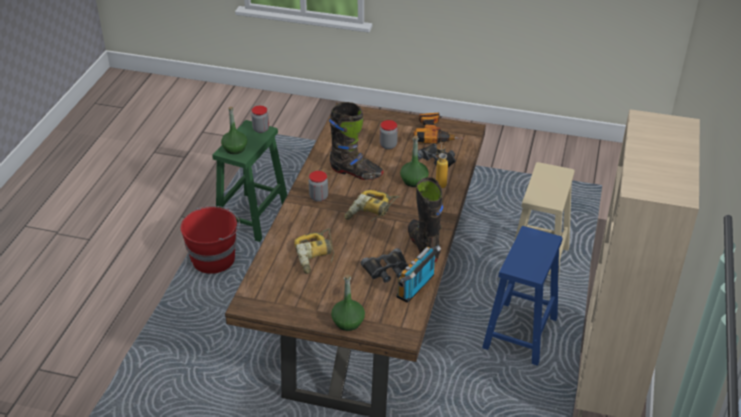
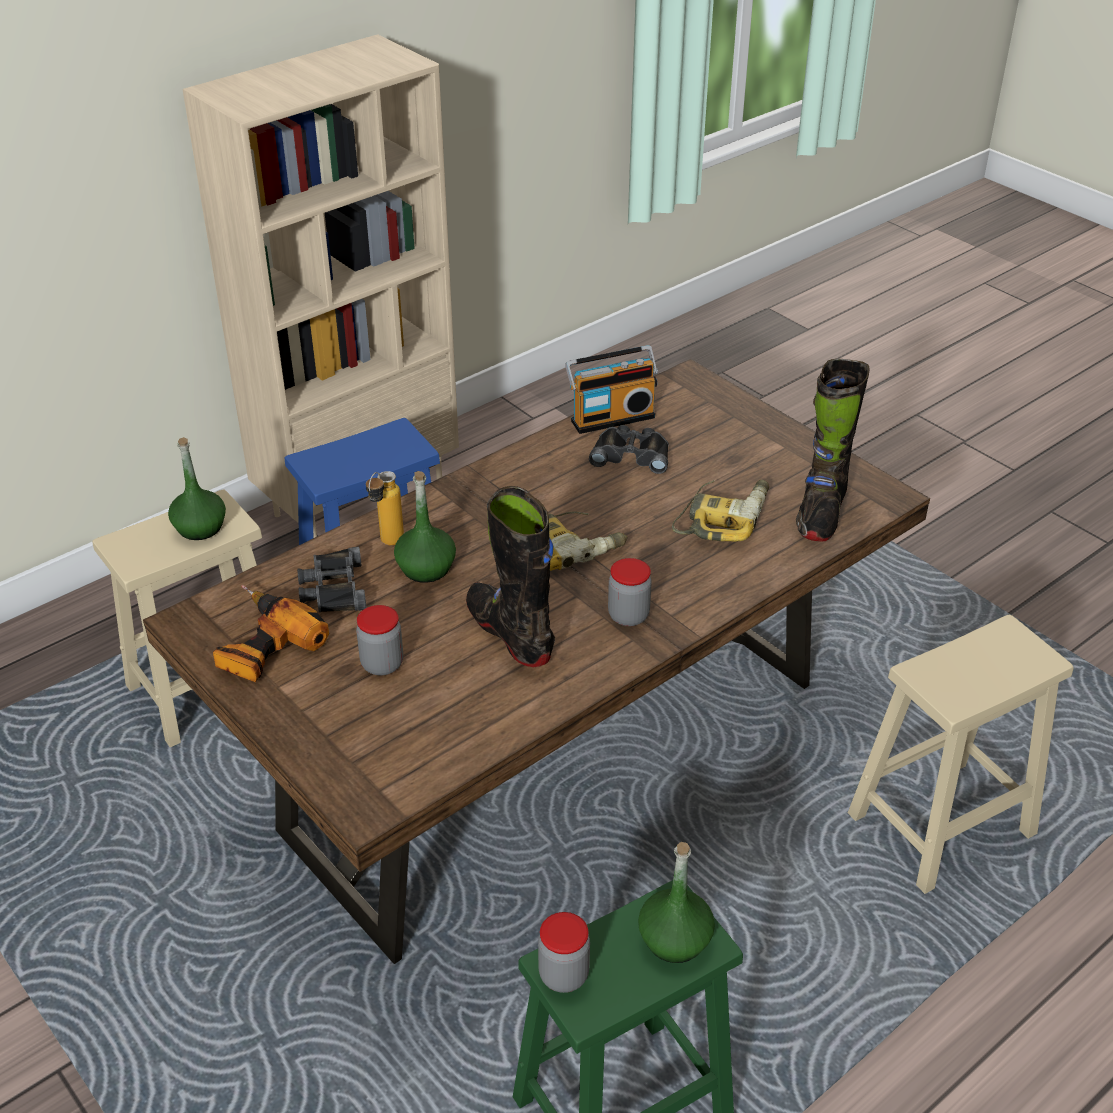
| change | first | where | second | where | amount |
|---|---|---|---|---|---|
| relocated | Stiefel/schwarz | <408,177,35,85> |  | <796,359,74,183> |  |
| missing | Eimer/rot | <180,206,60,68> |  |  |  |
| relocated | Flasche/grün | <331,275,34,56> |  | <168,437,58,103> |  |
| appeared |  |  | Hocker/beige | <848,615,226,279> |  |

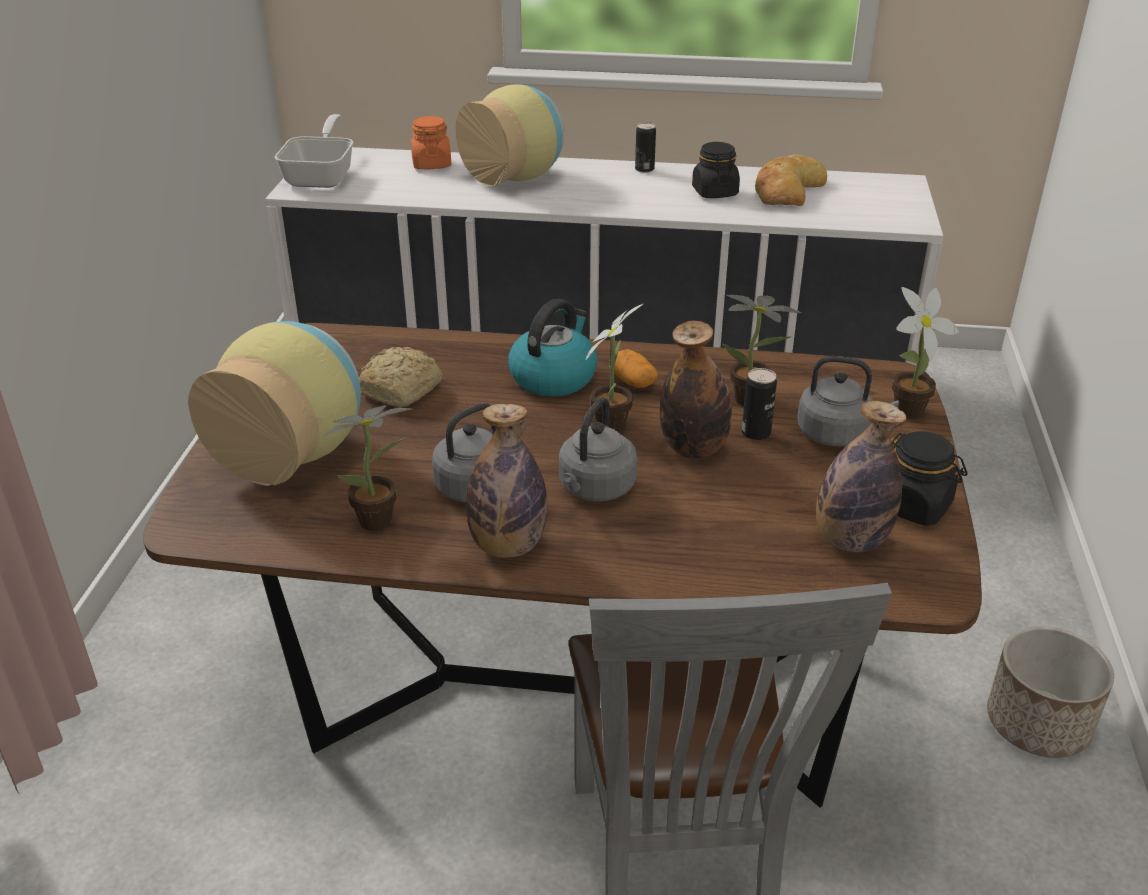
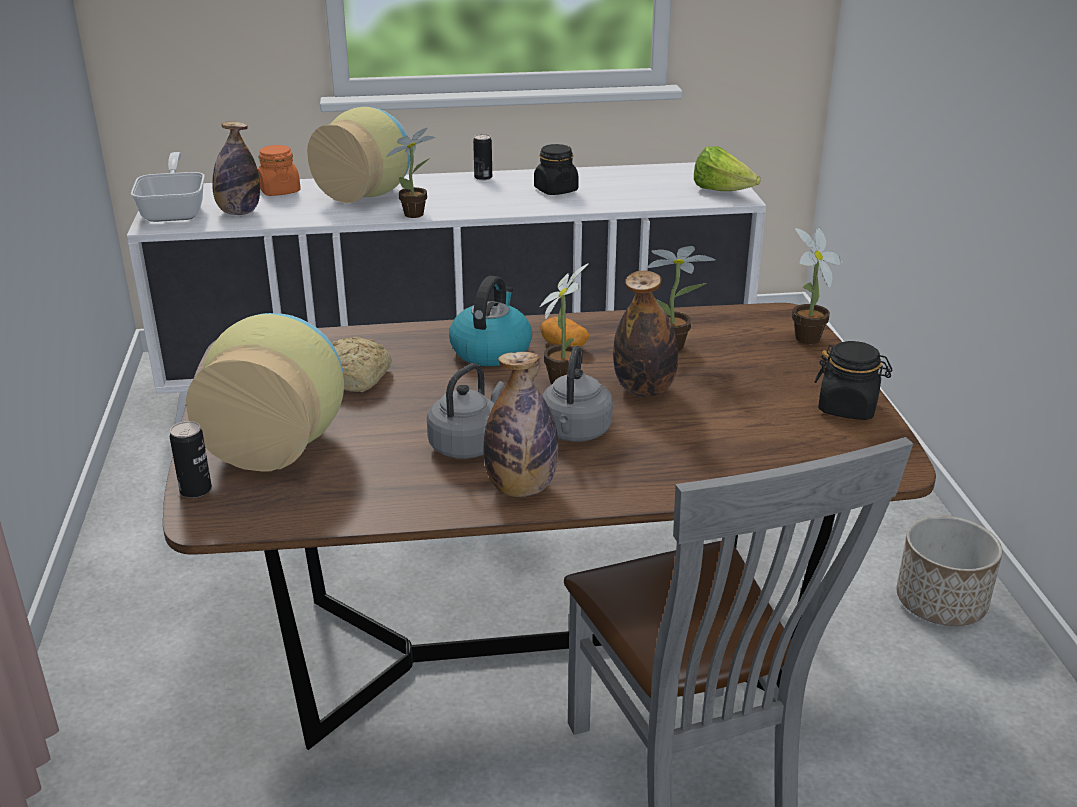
| change | first | where | second | where | amount |
|---|---|---|---|---|---|
| missing | Brot | <755,154,72,52> |  |  |  |
| missing | Wasserkessel/grau | <797,356,102,91> |  |  |  |
| relocated | Dose | <741,368,36,72> |  | <169,421,43,77> |  |
| relocated | Flasche | <816,401,91,152> |  | <212,122,48,93> |  |
| relocated | Topfpflanze | <324,405,88,126> |  | <386,128,49,90> |  |
| appeared |  |  | Salatkopf | <694,146,67,45> |  |

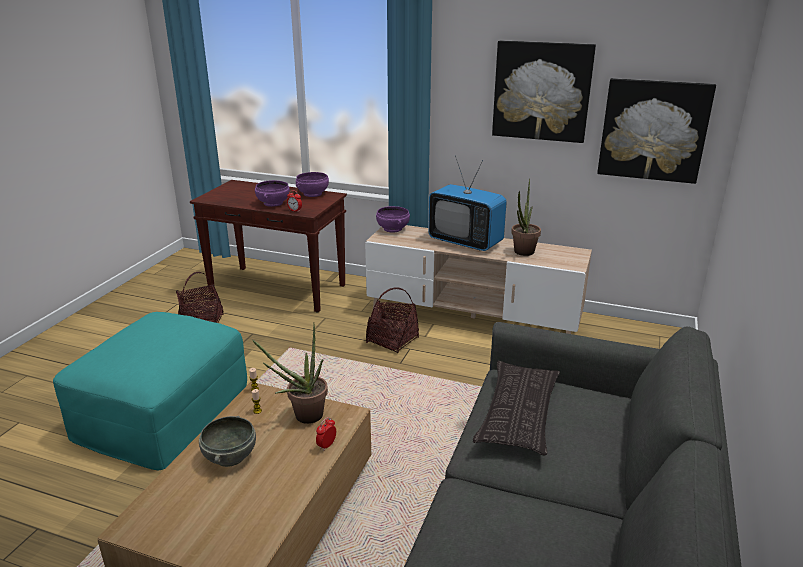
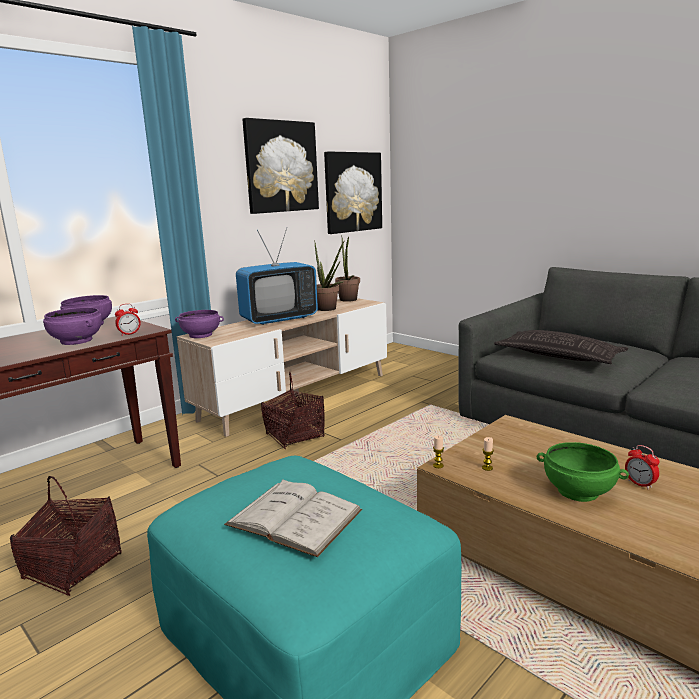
| change | first | where | second | where | amount |
|---|---|---|---|---|---|
| relocated | Topfpflanze | <252,323,76,101> |  | <335,235,25,67> |  |
| colour | Schüssel/grau | <199,416,57,51> | Schüssel/grün | <537,442,92,60> |  |
| relocated | Wecker | <316,417,20,34> |  | <625,445,34,44> |  |
| appeared |  |  | Buch/weiß | <224,479,138,78> |  |

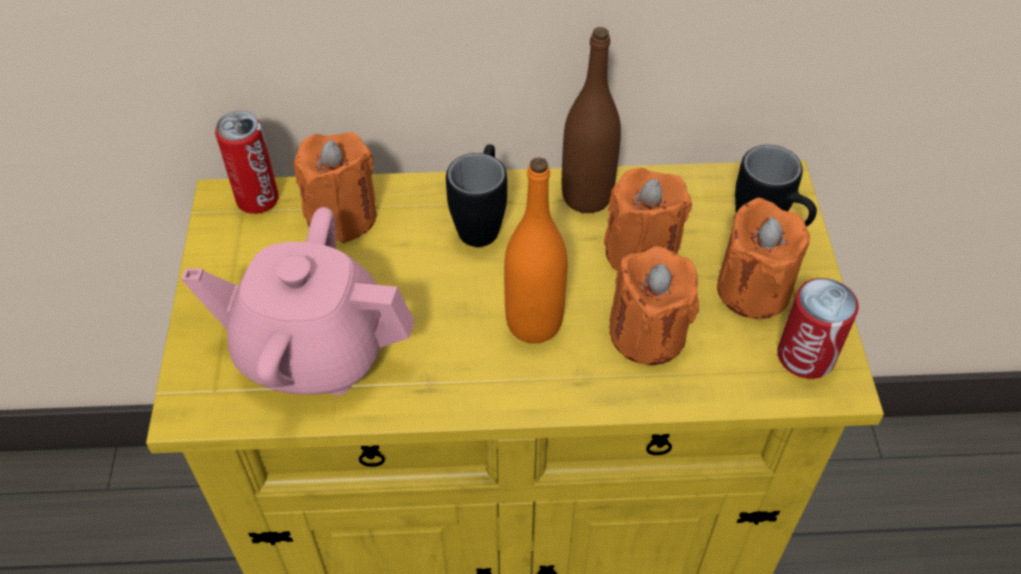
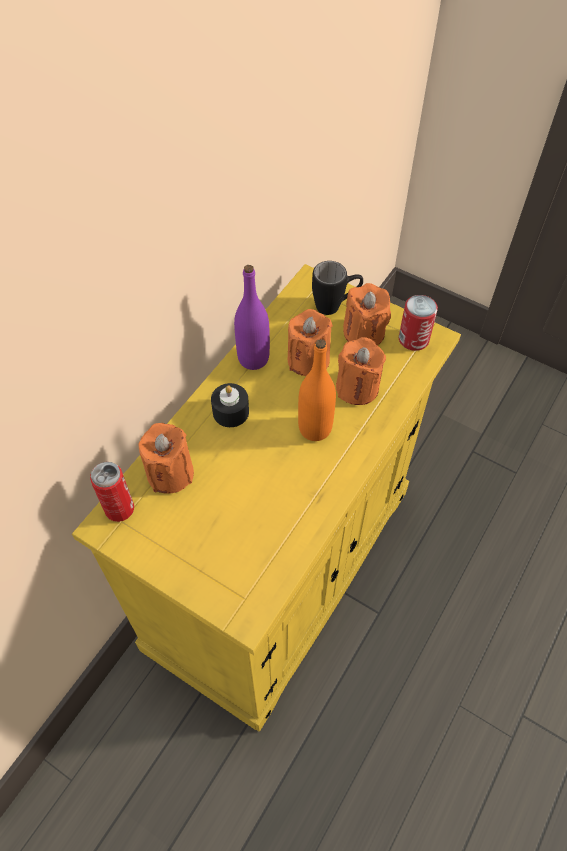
| change | first | where | second | where | amount |
|---|---|---|---|---|---|
| colour | Flasche/braun | <562,27,59,186> | Flasche/lila | <234,265,36,105> |  |
| exchanged | Henkelbecher/schwarz | <446,144,61,103> | Kerze/schwarz | <211,383,38,44> |  |
| missing | Teekanne/rosa | <182,207,233,188> |  |  |  |

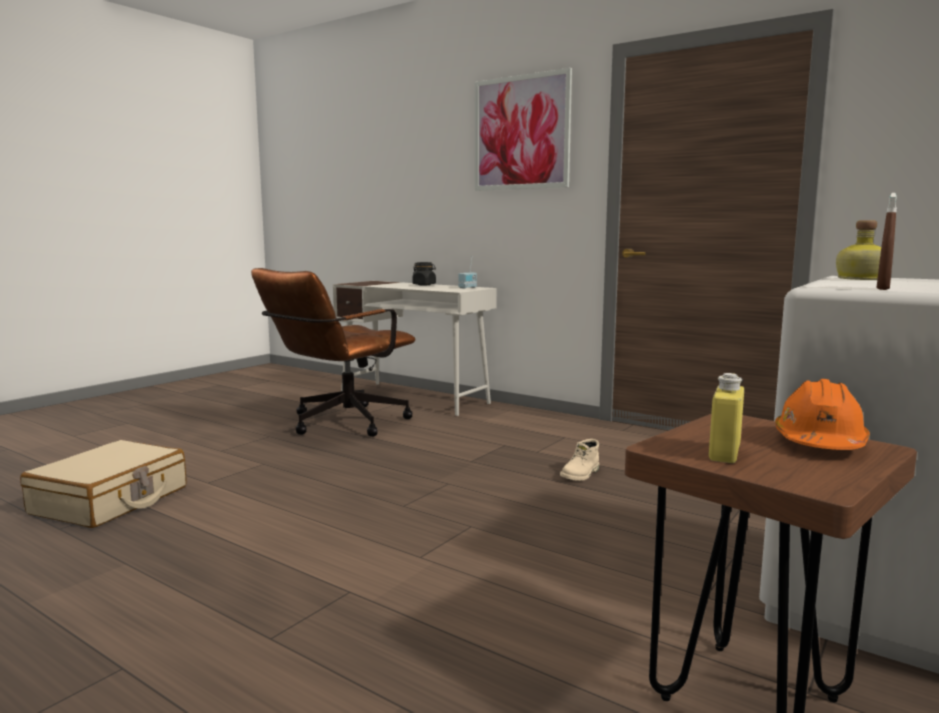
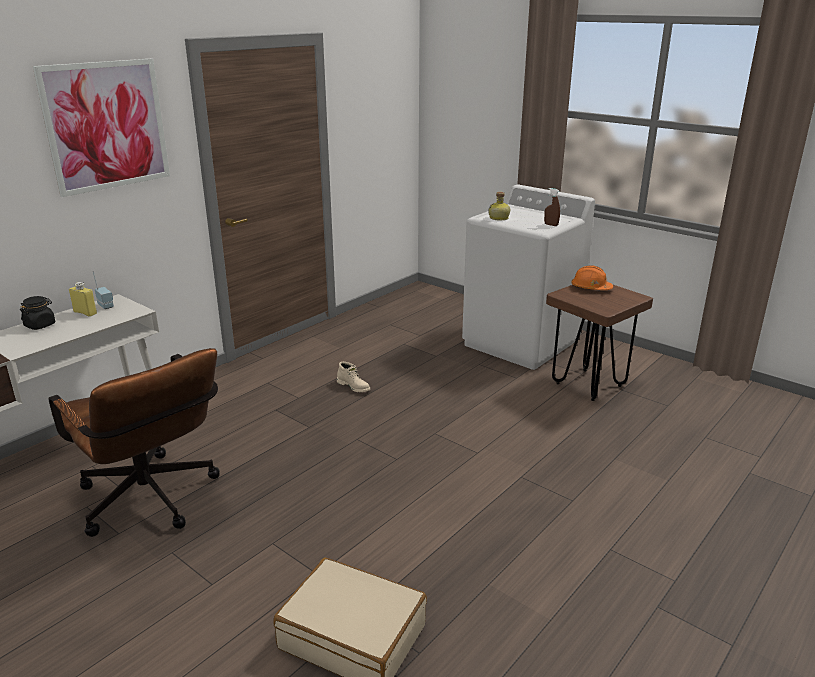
| change | first | where | second | where | amount |
|---|---|---|---|---|---|
| relocated | Flasche/gelb | <709,373,35,90> |  | <69,282,28,35> |  |

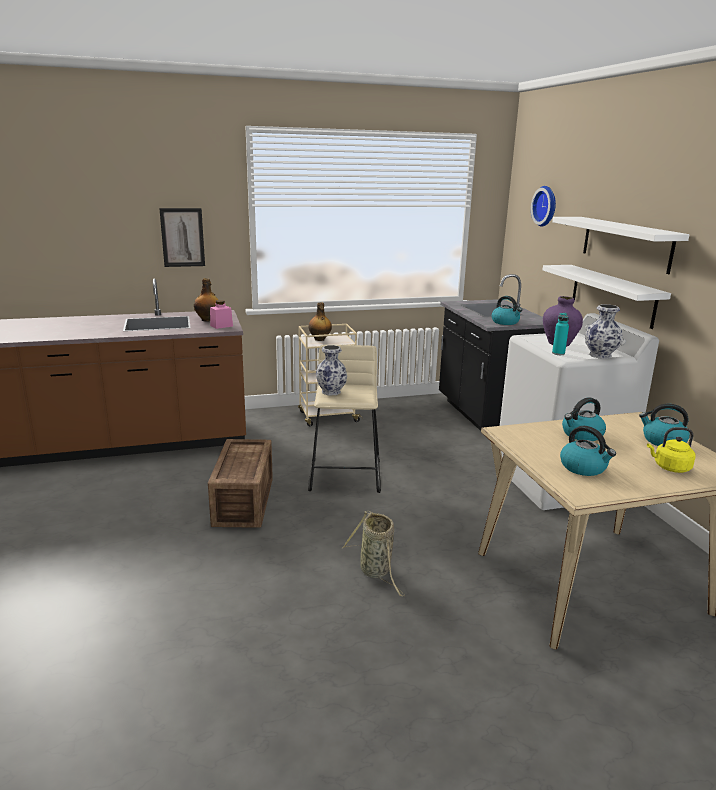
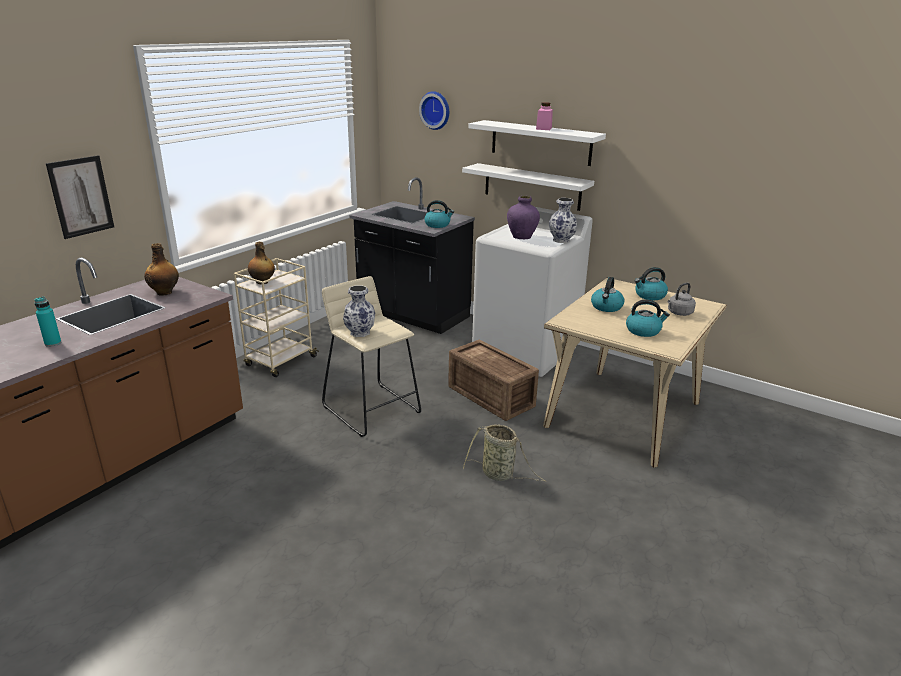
| change | first | where | second | where | amount |
|---|---|---|---|---|---|
| relocated | Vorratsglas/rosa | <210,300,23,29> |  | <536,102,17,28> |  |
| relocated | Flasche/türkis | <552,313,17,42> |  | <34,297,27,50> |  |
| colour | Wasserkessel/gelb | <647,427,49,46> | Wasserkessel/grau | <668,283,28,33> |  |
| relocated | Kiste | <208,439,65,89> |  | <448,340,91,81> |  |

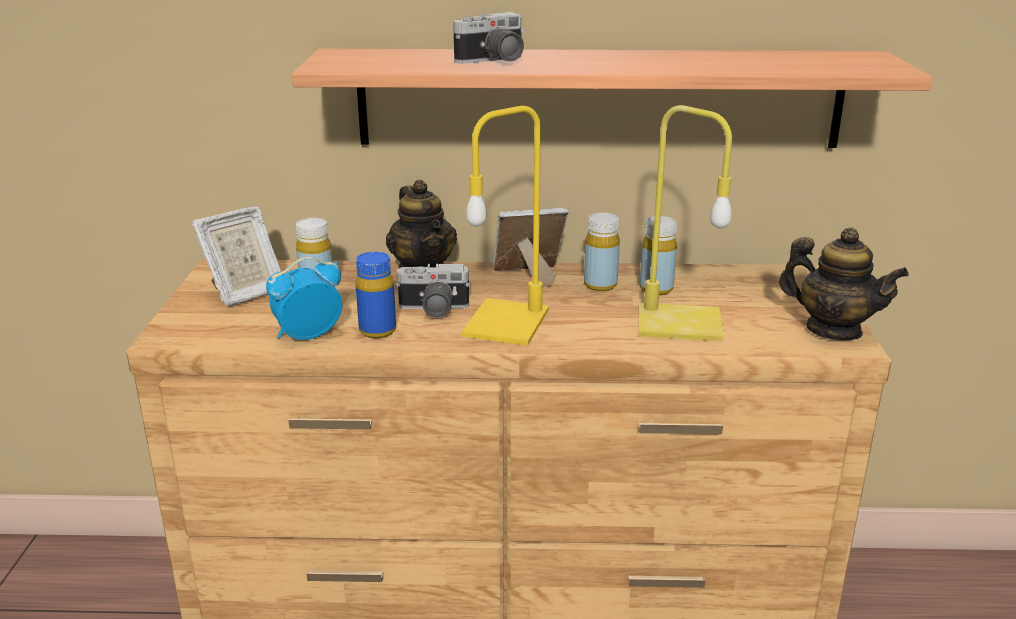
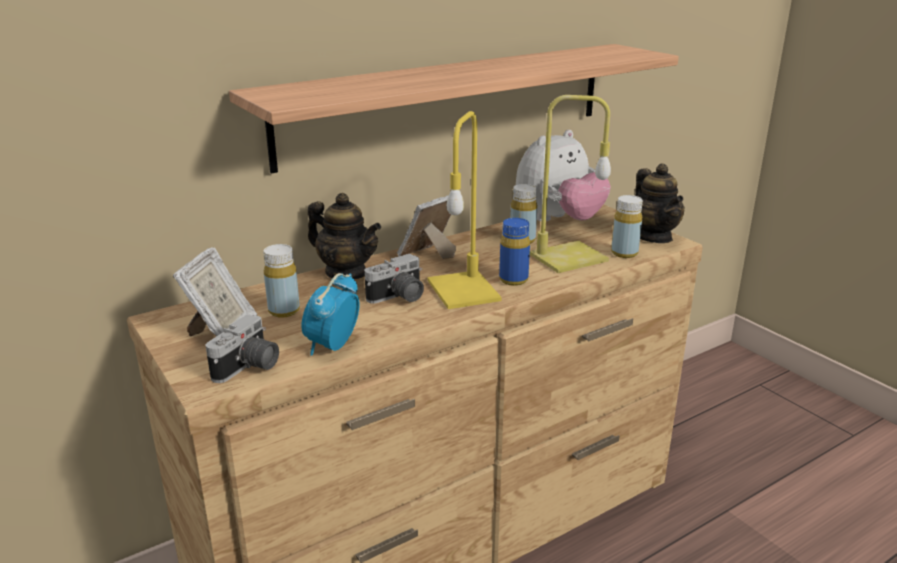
| change | first | where | second | where | amount |
|---|---|---|---|---|---|
| relocated | Kamera | <453,12,72,52> |  | <206,314,73,69> |  |
| relocated | Flasche/gelb | <584,213,36,78> |  | <611,195,32,63> |  |
| spun | Teekanne | <779,227,130,113> |  | <635,163,50,80> | 75 degrees clockwise |
| relocated | Flasche/blau | <355,252,41,86> |  | <499,218,31,68> |  |
| appeared |  |  | Plüschtier | <516,130,95,91> |  |

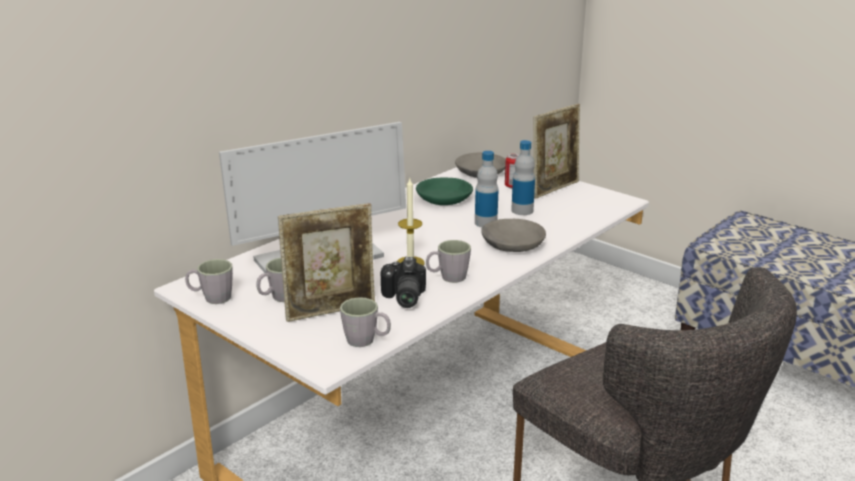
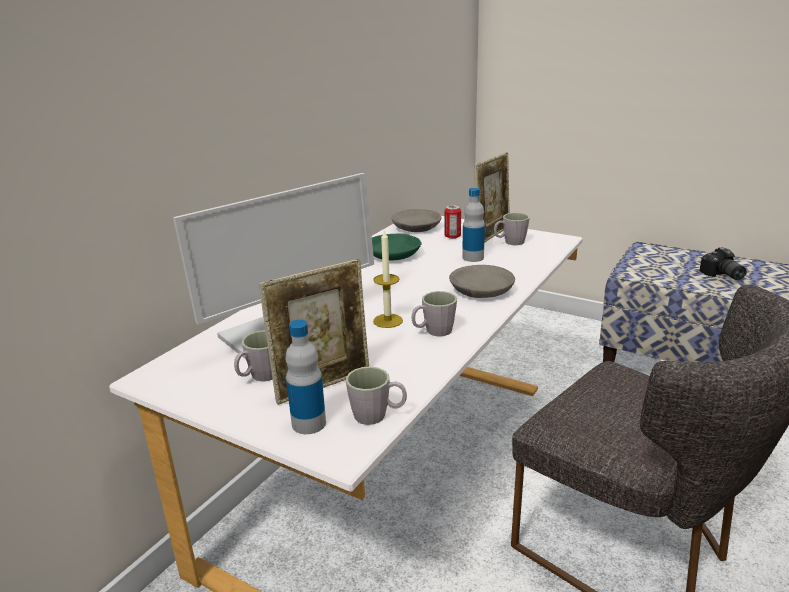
| change | first | where | second | where | amount |
|---|---|---|---|---|---|
| relocated | Flasche | <475,151,24,76> |  | <286,320,40,114> |  |
| relocated | Kamera | <381,257,45,51> |  | <699,247,48,33> |  |
| relocated | Henkelbecher/grau | <185,259,48,45> |  | <494,213,36,32> |  |

